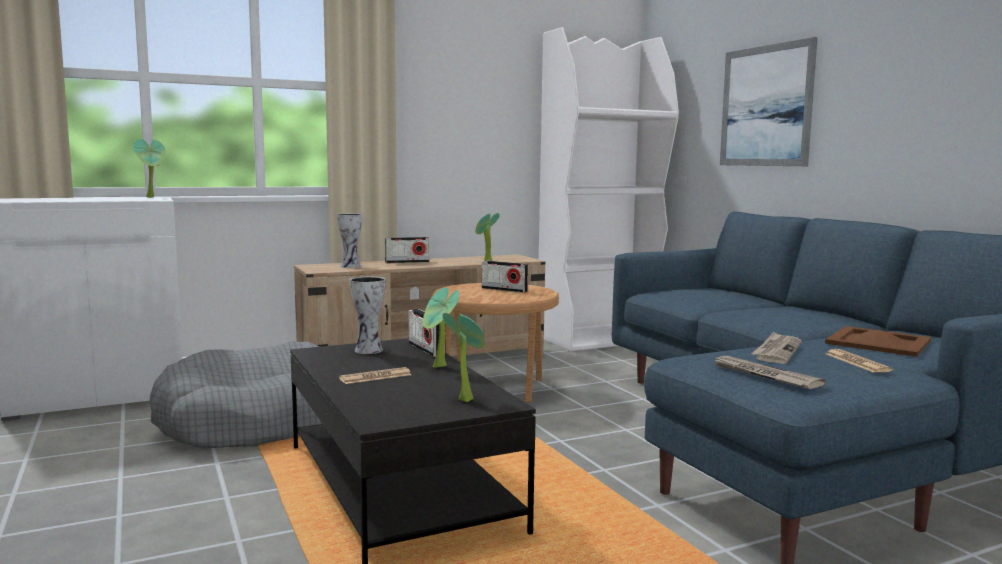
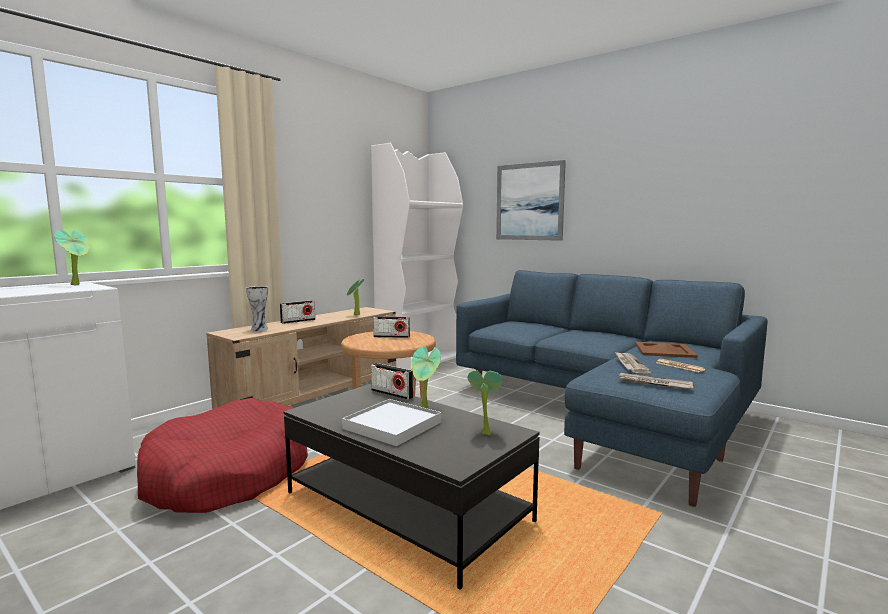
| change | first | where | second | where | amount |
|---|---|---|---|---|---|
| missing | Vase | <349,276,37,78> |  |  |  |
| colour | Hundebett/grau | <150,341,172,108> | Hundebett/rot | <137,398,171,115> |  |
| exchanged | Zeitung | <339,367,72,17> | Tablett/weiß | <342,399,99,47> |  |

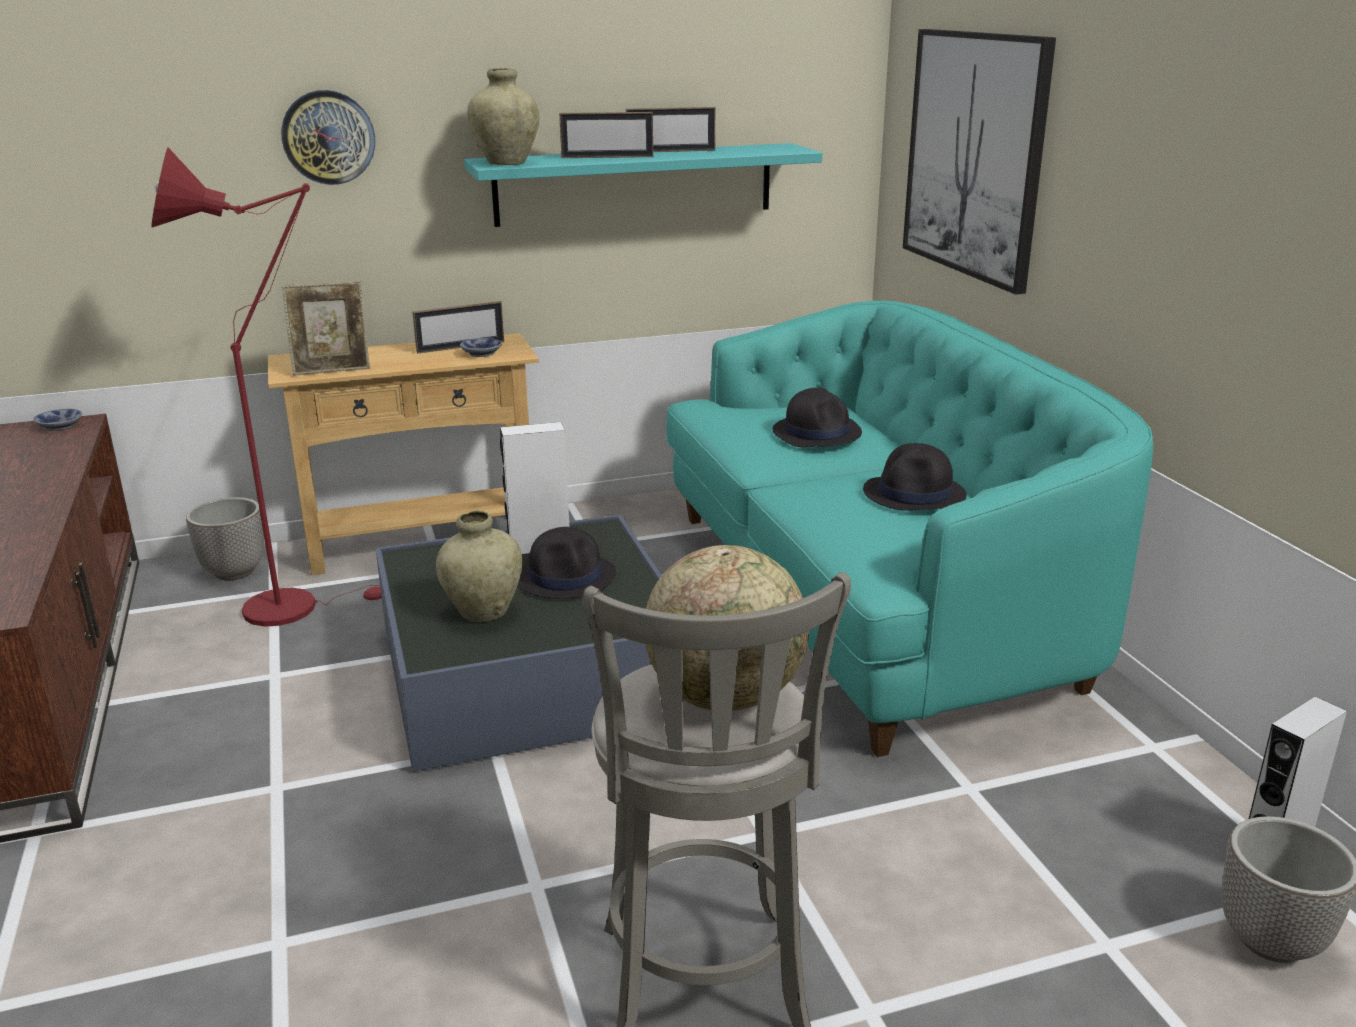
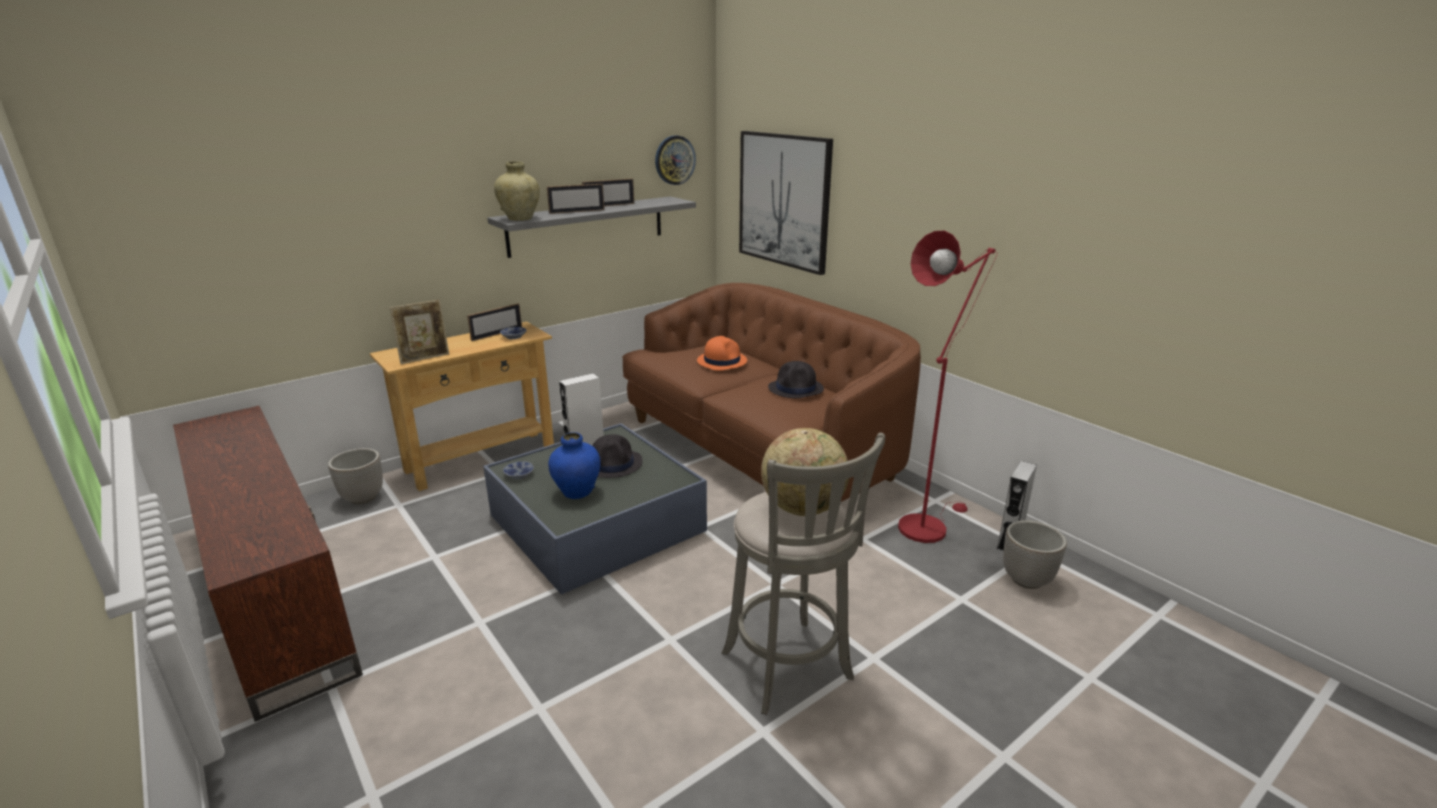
| change | first | where | second | where | amount |
|---|---|---|---|---|---|
| relocated | Wanduhr | <281,90,94,95> |  | <655,136,41,49> |  |
| colour | Wandregal/türkis | <464,143,358,84> | Wandregal/grau | <487,196,209,62> |  |
| relocated | Stehlampe/rot | <151,147,231,480> |  | <898,231,99,312> |  |
| colour | Sofa/türkis | <666,301,487,456> | Sofa/braun | <622,283,299,219> |  |
| colour | Hut/schwarz | <773,387,89,60> | Hut/orange | <697,336,50,35> |  |
| relocated | Schüssel | <33,409,49,22> |  | <503,461,31,18> |  |
| colour | Vase/beige | <436,511,86,111> | Vase/blau | <548,432,53,67> |  |

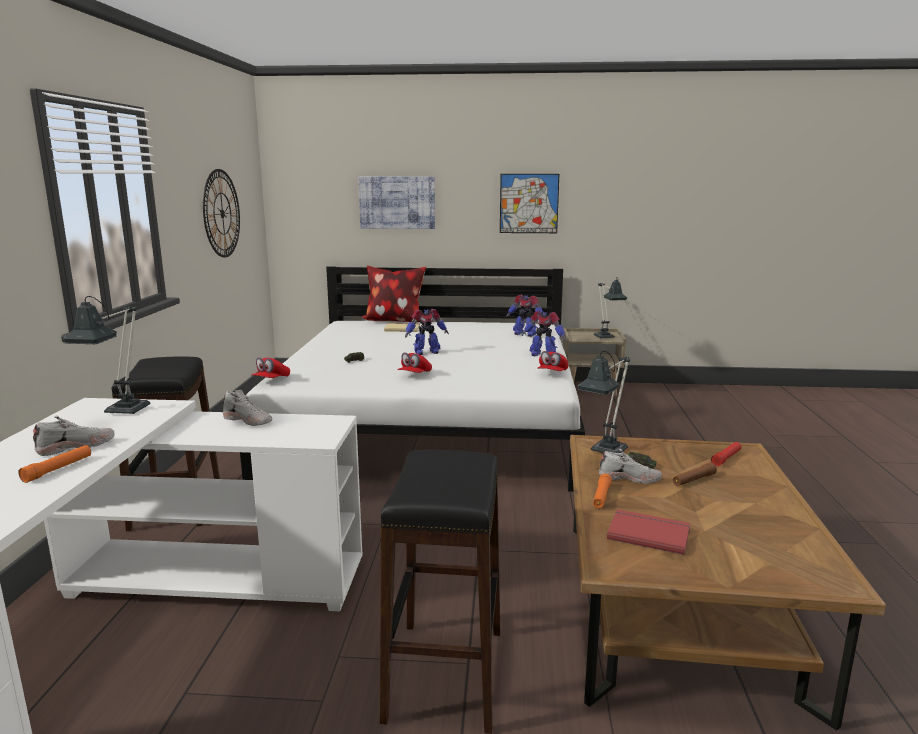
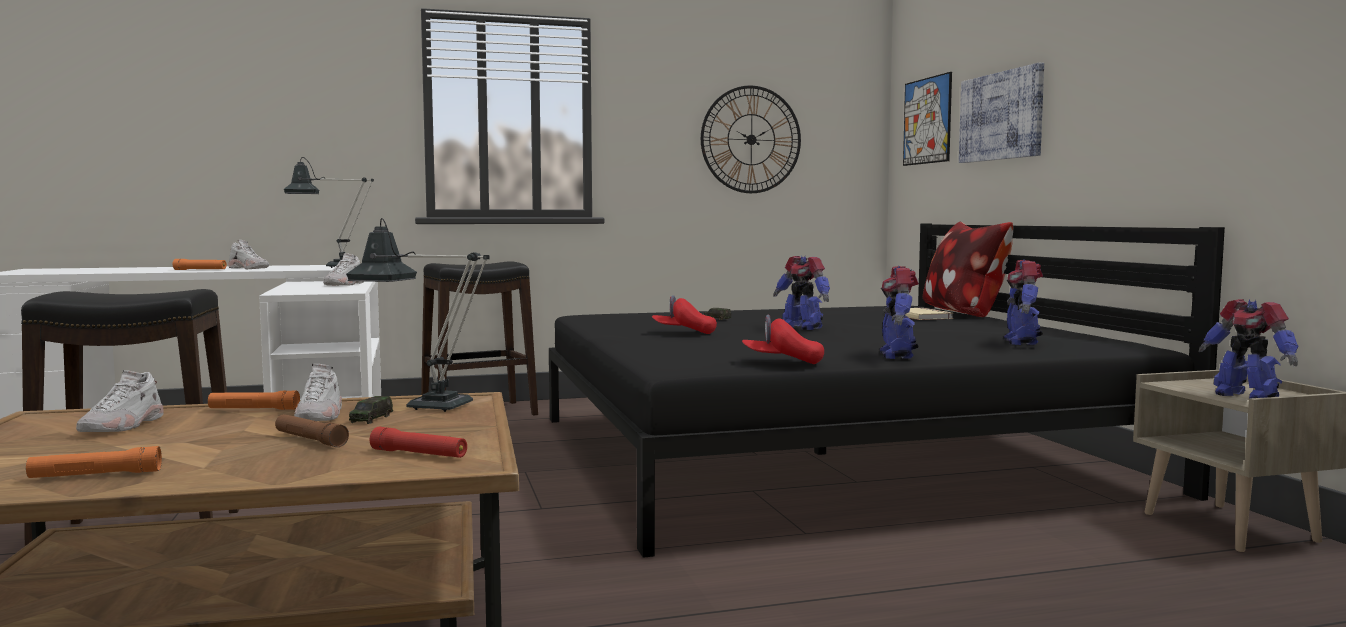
| change | first | where | second | where | amount |
|---|---|---|---|---|---|
| relocated | Bild | <500,174,59,59> |  | <903,72,49,94> |  |
| colour | Bett/weiß | <240,266,345,226> | Bett/schwarz | <549,224,676,334> |  |
| exchanged | Tischlampe | <593,277,34,62> | Spielzeugroboter | <1198,299,100,100> |  |
| missing | Kappe/rot | <251,357,39,21> |  |  |  |
| exchanged | Buch/rot | <607,509,83,46> | Schuh/weiß | <76,370,87,62> |  |
| appeared |  |  | Taschenlampe/orange | <26,446,136,32> |  |

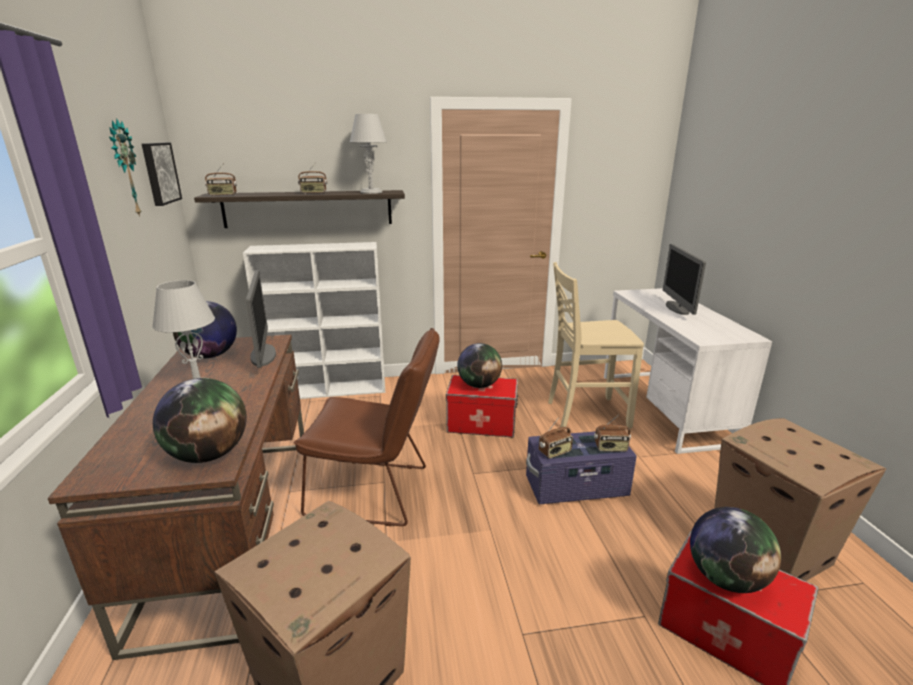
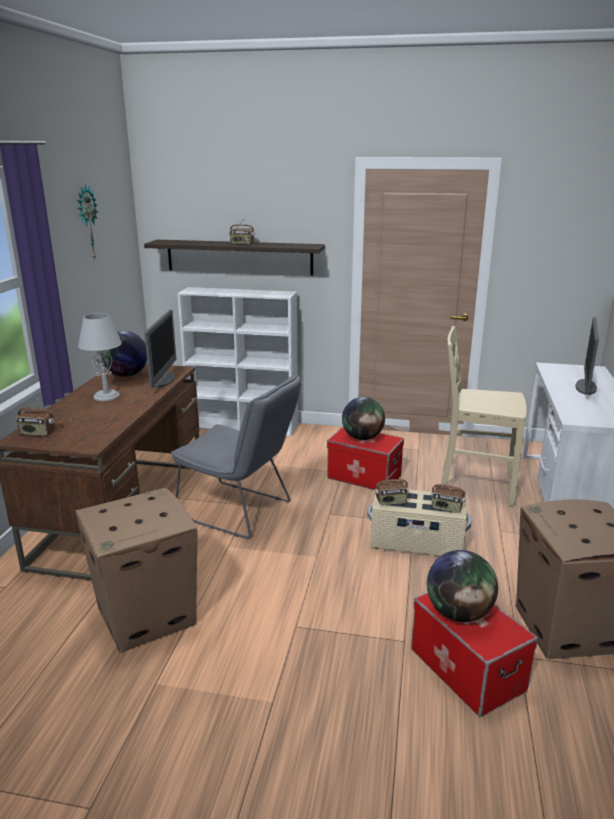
| change | first | where | second | where | amount |
|---|---|---|---|---|---|
| missing | Tischlampe/grau | <350,114,37,80> |  |  |  |
| missing | Bild | <142,143,40,63> |  |  |  |
| relocated | Radio | <205,163,32,33> |  | <16,396,39,40> |  |
| colour | Stuhl/braun | <294,328,146,198> | Stuhl/grau | <171,373,130,166> |  |
| missing | Globus | <153,378,94,85> |  |  |  |
| colour | Aufbewahrungsbox/lila | <526,431,111,73> | Aufbewahrungsbox/beige | <367,490,104,66> |  |

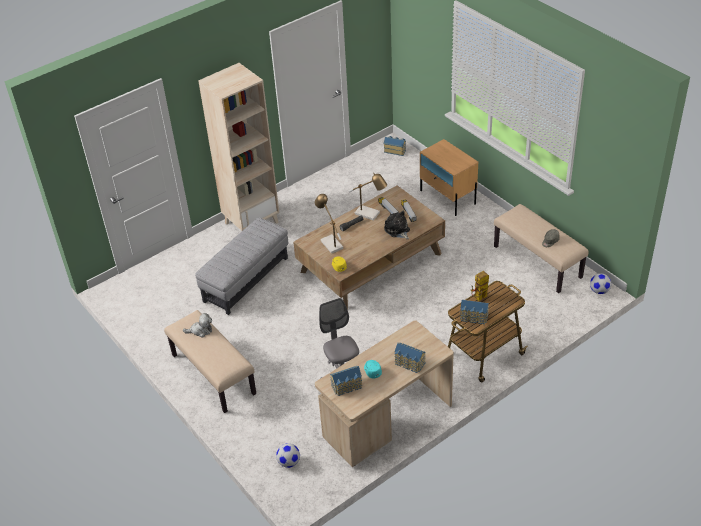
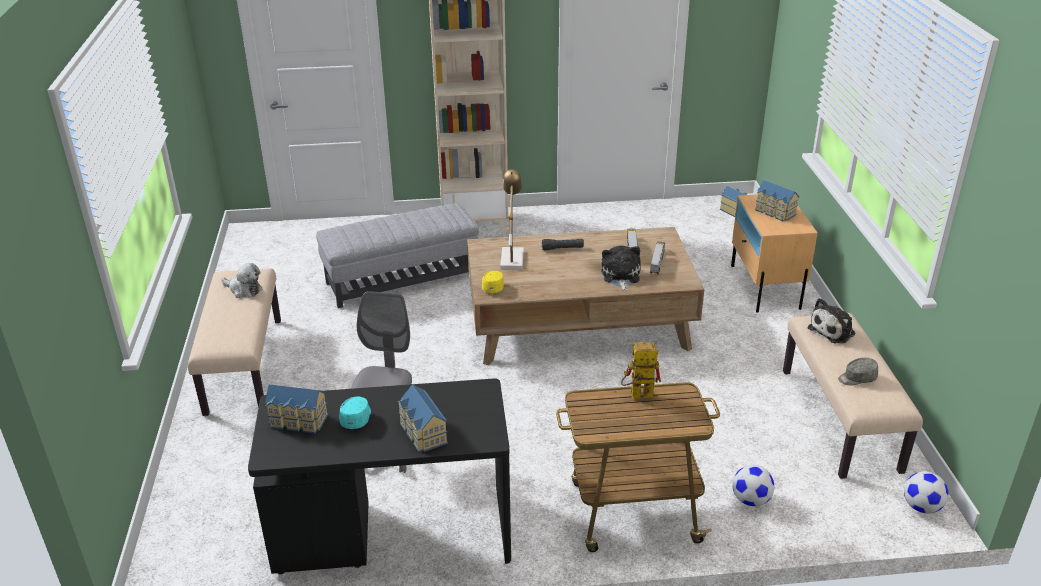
| change | first | where | second | where | amount |
|---|---|---|---|---|---|
| missing | Tischlampe | <348,173,39,48> |  |  |  |
| relocated | Spielzeughaus | <460,300,29,24> |  | <755,180,44,41> |  |
| colour | Schreibtisch/beige | <315,320,139,147> | Schreibtisch/schwarz | <248,379,263,195> |  |
| relocated | Fußball | <276,443,24,25> |  | <732,465,42,42> |  |
| appeared |  |  | Plüschtier | <808,298,47,45> |  |

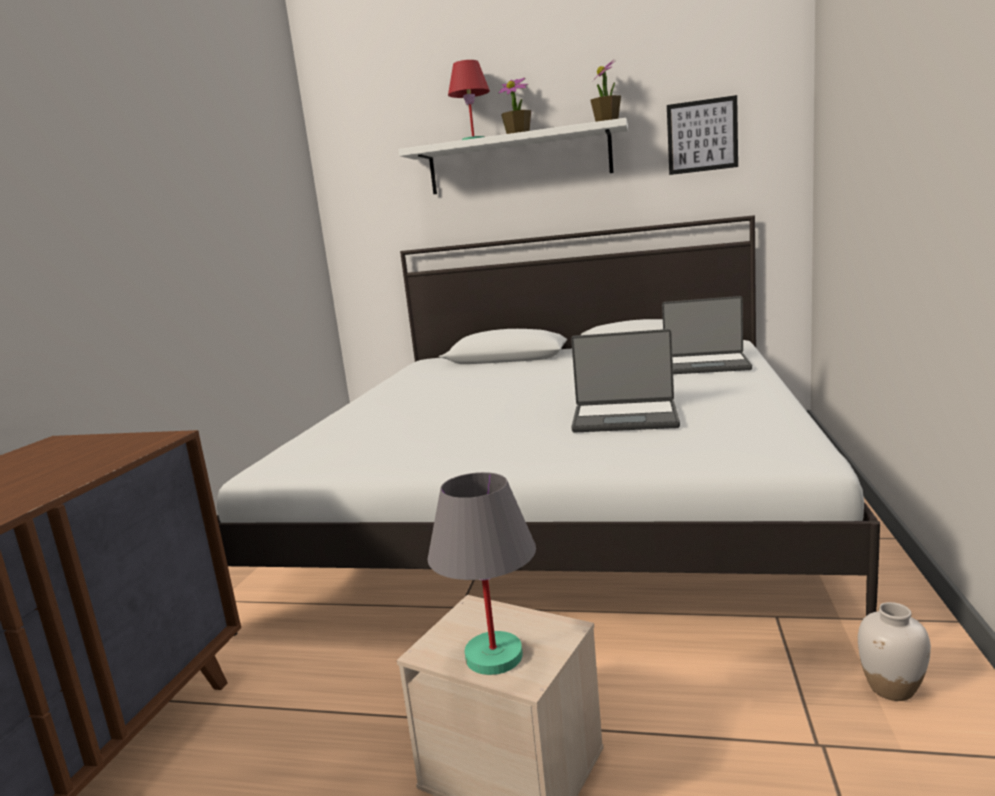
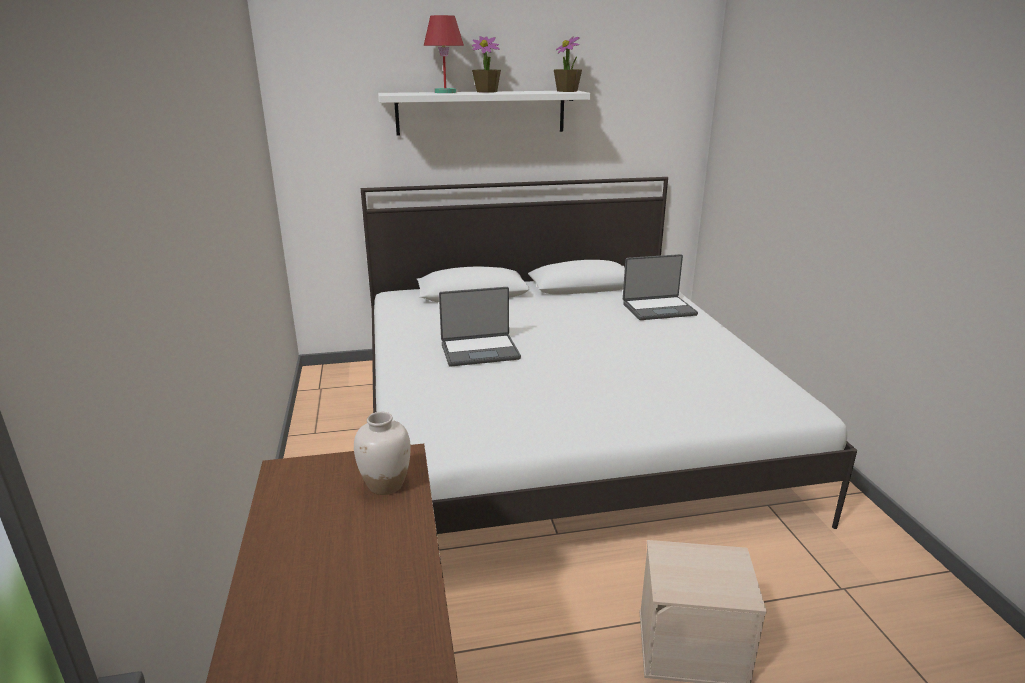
| change | first | where | second | where | amount |
|---|---|---|---|---|---|
| missing | Bild | <667,95,71,80> |  |  |  |
| relocated | Laptop | <571,329,109,104> |  | <439,287,82,80> |  |
| missing | Tischlampe/grau | <427,472,109,203> |  |  |  |
| relocated | Vase/weiß | <858,602,73,99> |  | <354,412,57,83> |  |

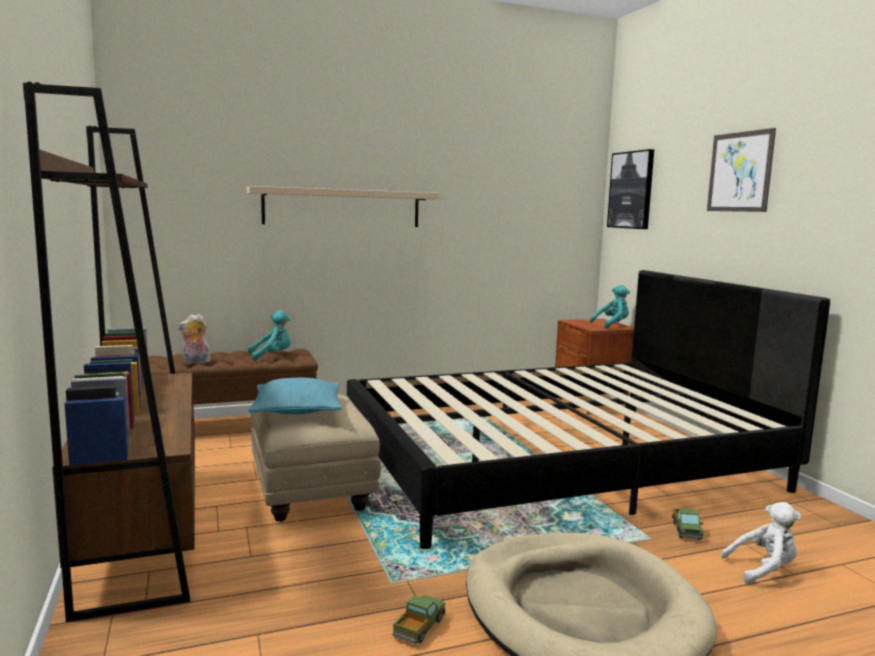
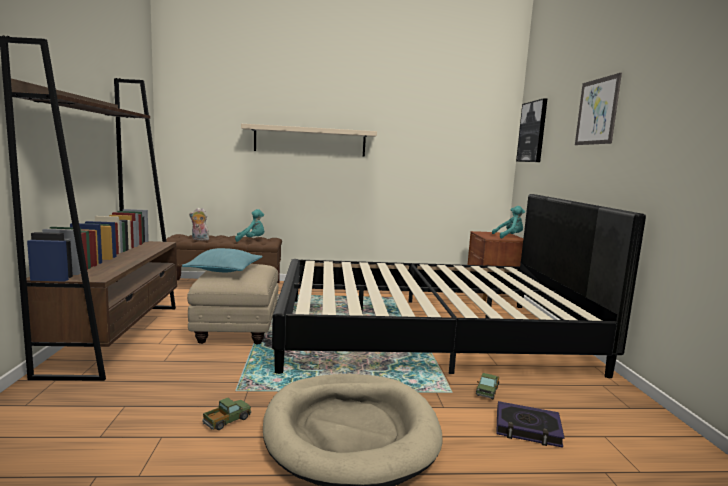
| change | first | where | second | where | amount |
|---|---|---|---|---|---|
| exchanged | Plüschtier/weiß | <721,502,80,82> | Buch | <496,401,69,47> |  |

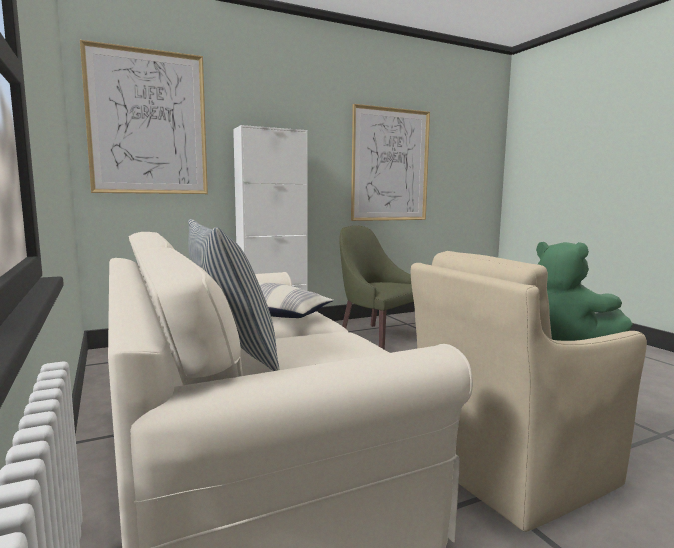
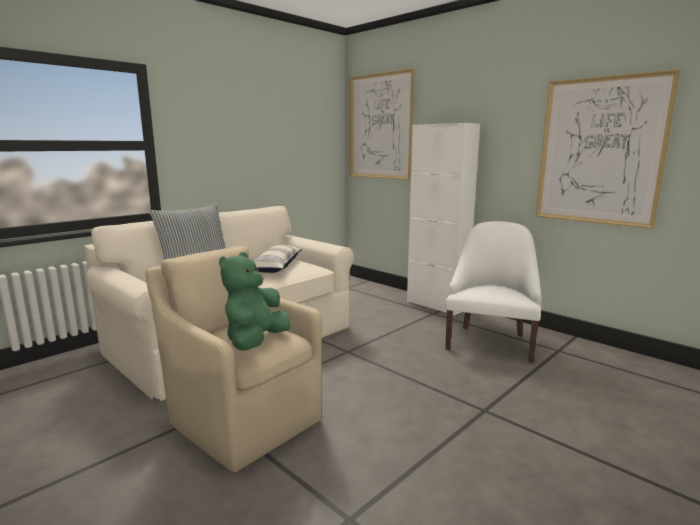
| change | first | where | second | where | amount |
|---|---|---|---|---|---|
| colour | Sessel/grün | <340,226,74,124> | Sessel/weiß | <445,221,97,142> |  |

